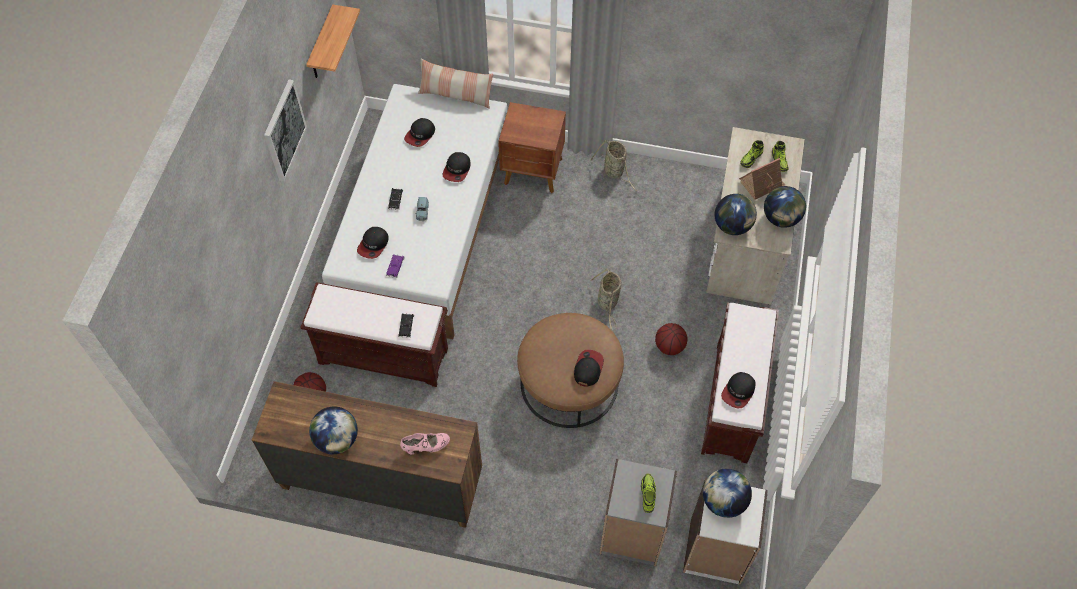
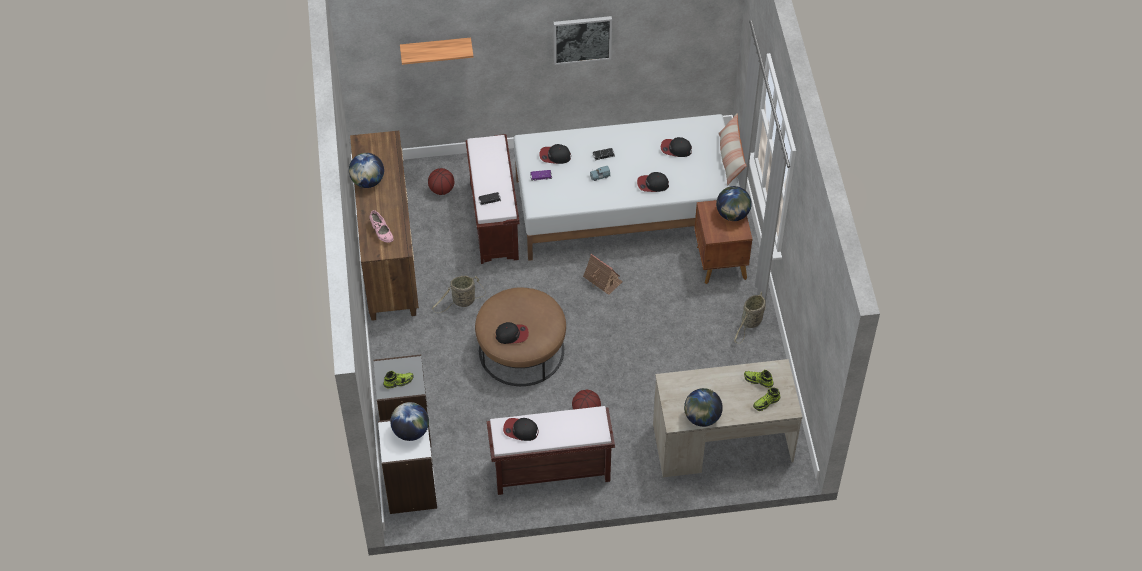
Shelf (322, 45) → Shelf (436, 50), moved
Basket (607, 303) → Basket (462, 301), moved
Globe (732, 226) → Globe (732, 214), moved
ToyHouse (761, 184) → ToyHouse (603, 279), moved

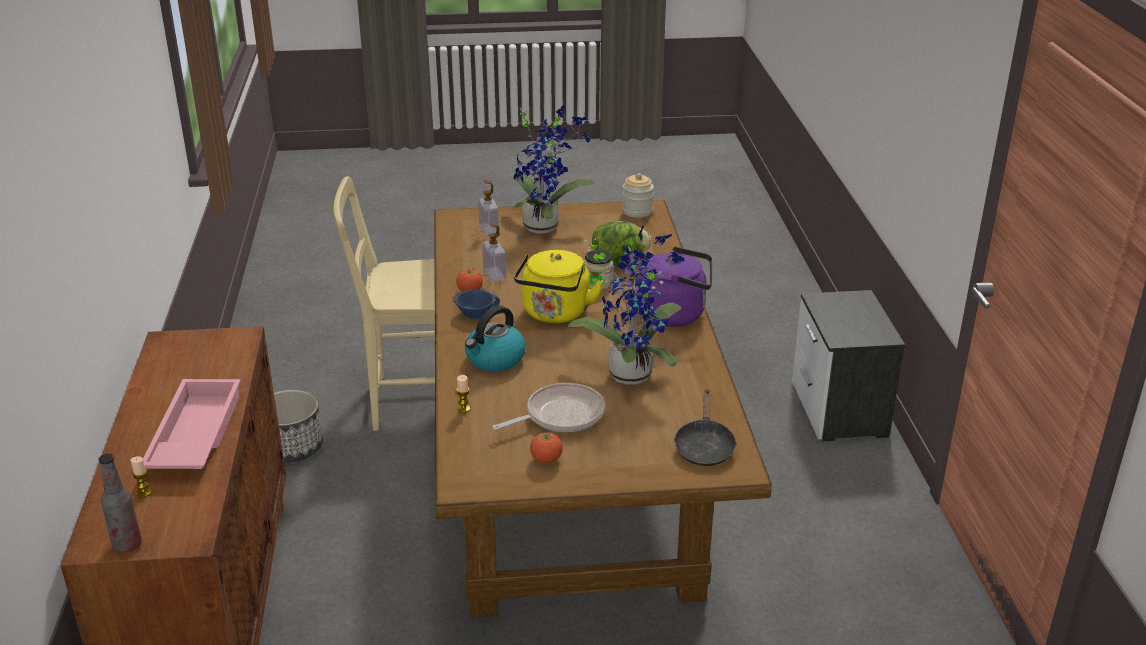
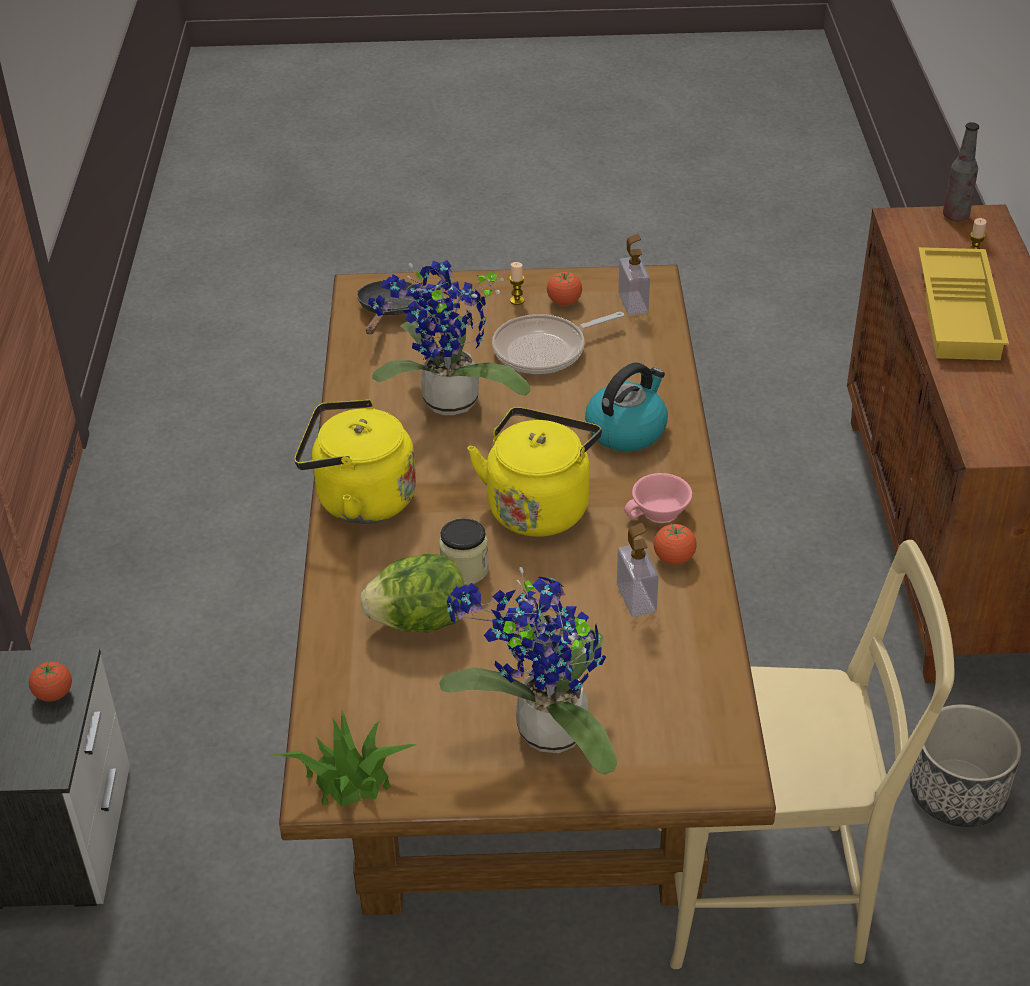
- → Tomato (54, 694)
Candle (463, 409) → Candle (517, 300), moved
SoapDispenser (489, 229) → SoapDispenser (633, 303), moved
Jar (637, 211) → PottedPlant (349, 777)
PinkTray (193, 435) → YellowTray (961, 313)
BlueCup (476, 312) → PinkCup (660, 513)
PurpleKettle (676, 314) → YellowKettle (359, 499)

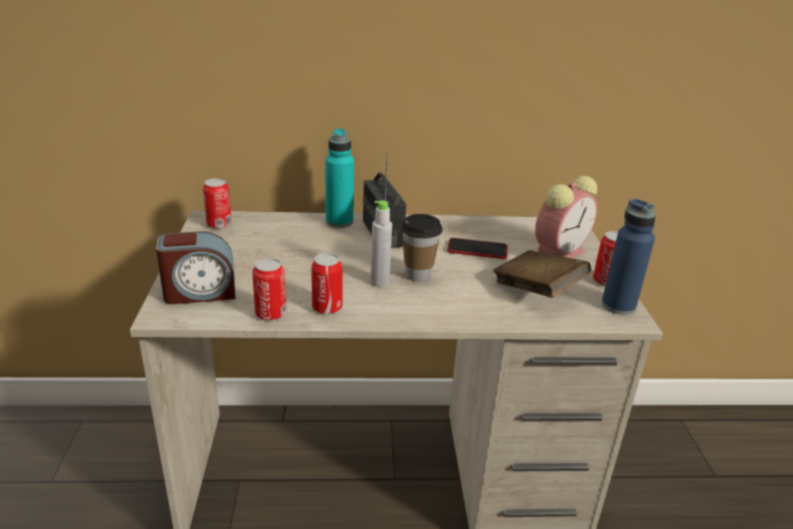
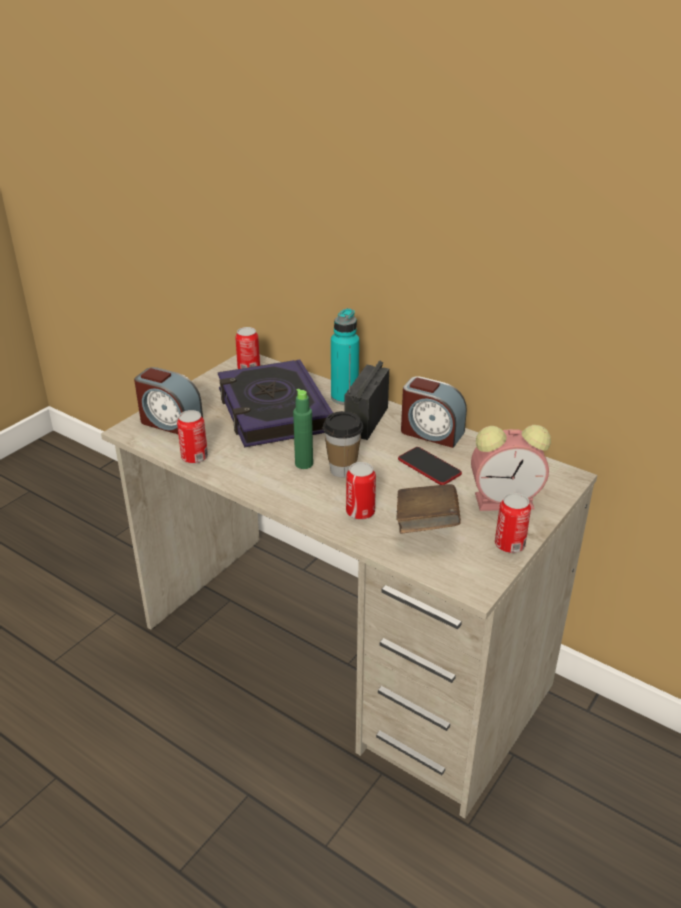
BlueBottle (618, 305) → -
- → Book (273, 411)
- → AlarmClock (431, 432)
Can (327, 308) → Can (360, 512), moved
GreyBottle (380, 282) → GreenBottle (304, 464)

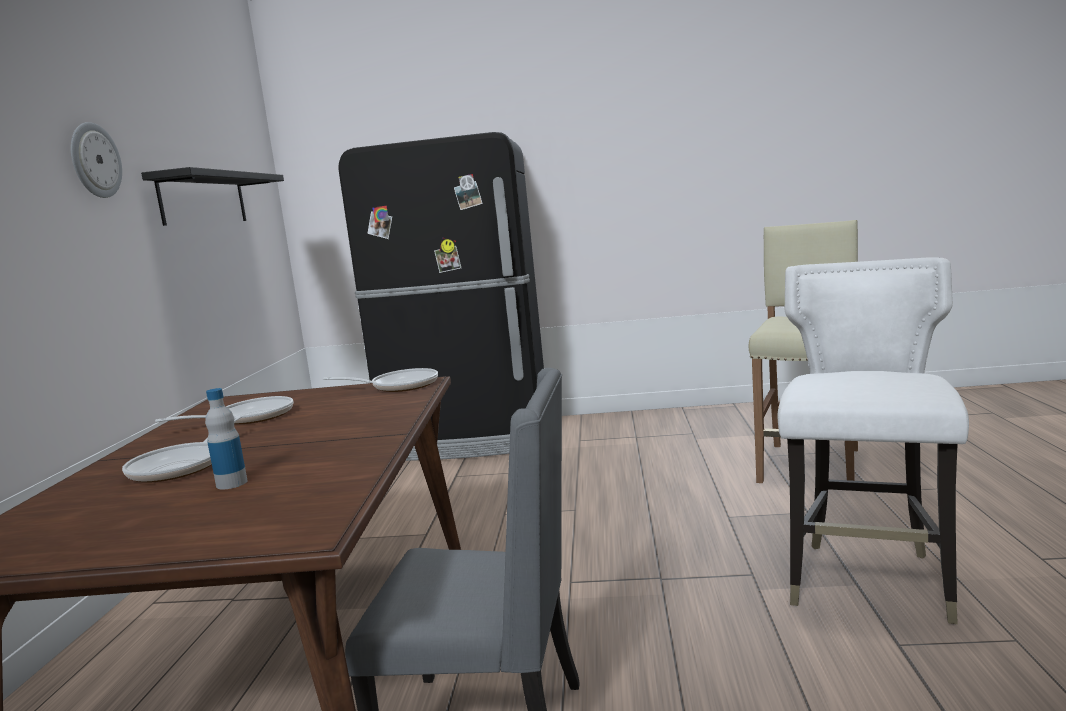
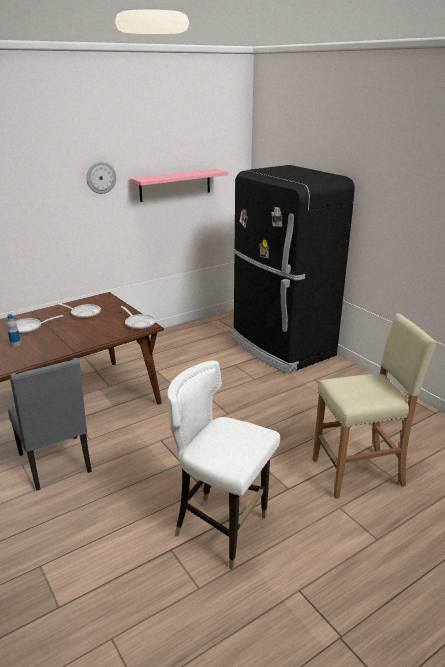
BlackShelf (204, 199) → PinkShelf (175, 185)
WhiteChair (869, 583) → WhiteChair (222, 529), 135 degrees counterclockwise

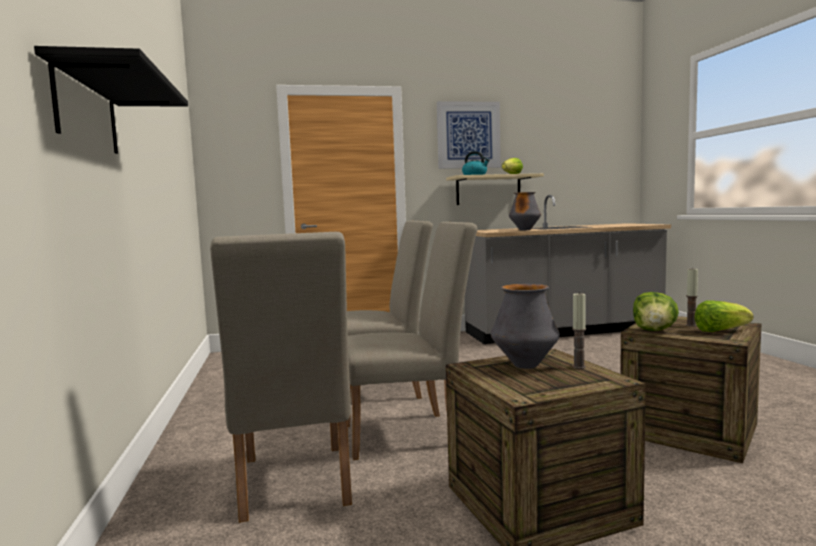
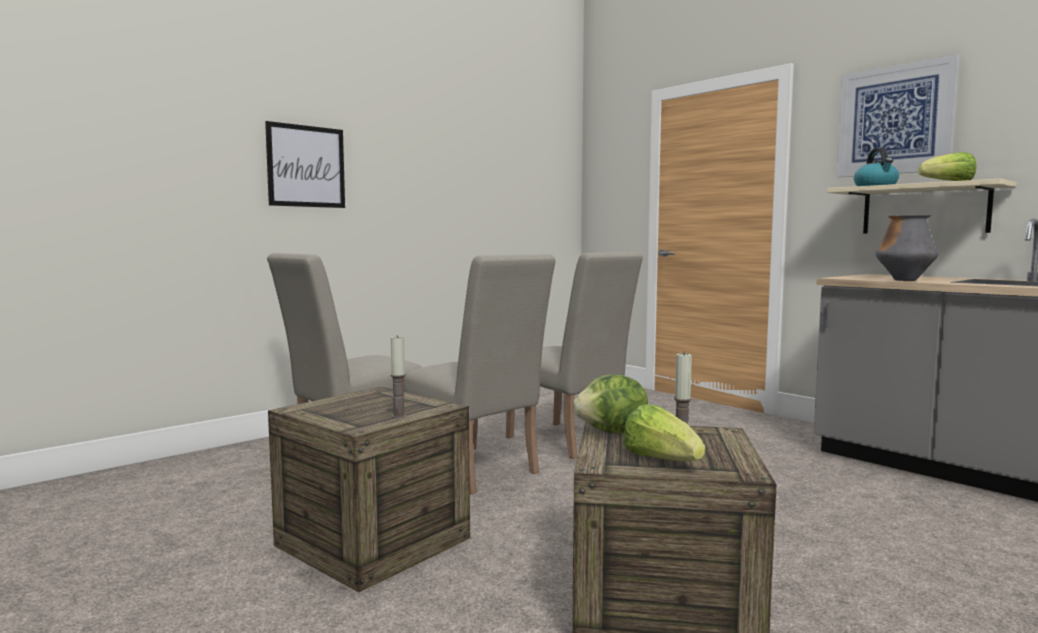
Vase (525, 365) → -
BlackShelf (86, 111) → Picture (306, 166)

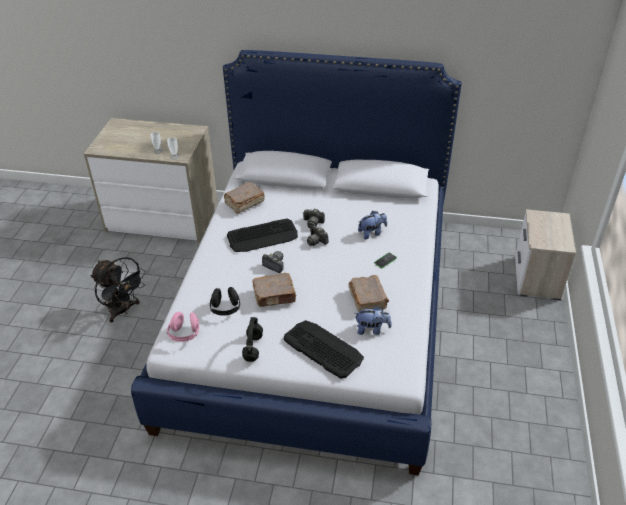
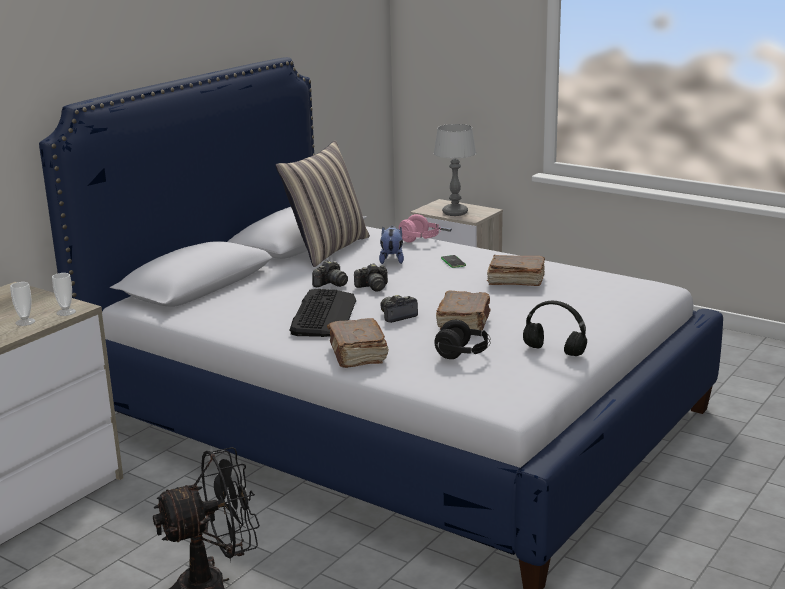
Keyboard (323, 348) → -
PlushToy (372, 329) → -
- → Pillow (327, 249)
- → TableLamp (455, 213)
PinkHeadphones (185, 334) → PinkHeadphones (420, 240), moved
BrownBook (244, 203) → BrownBook (357, 354), moved

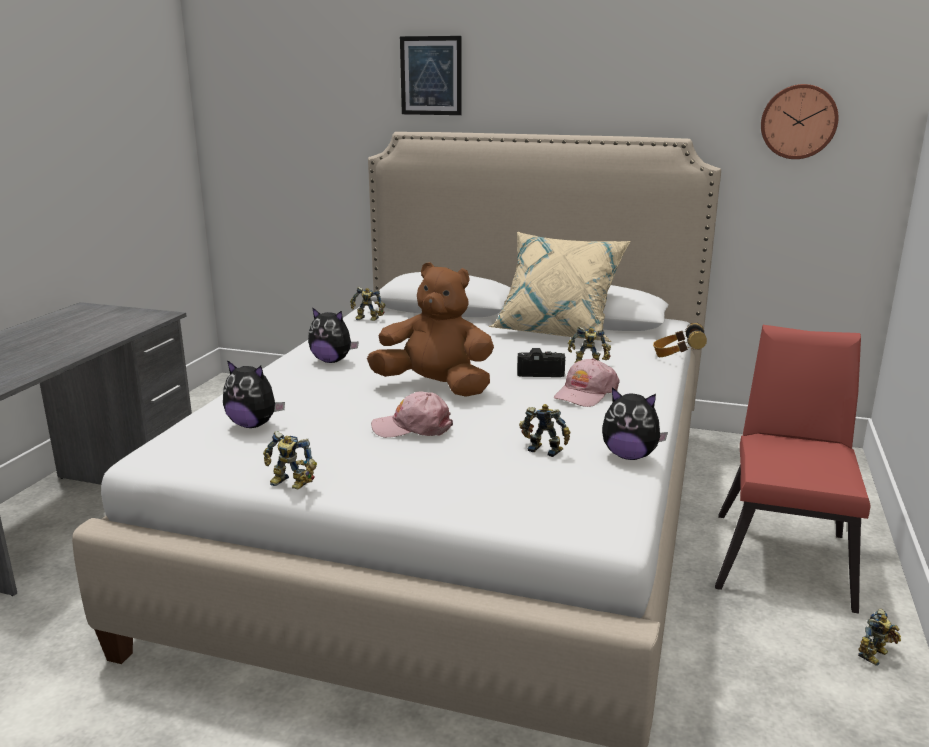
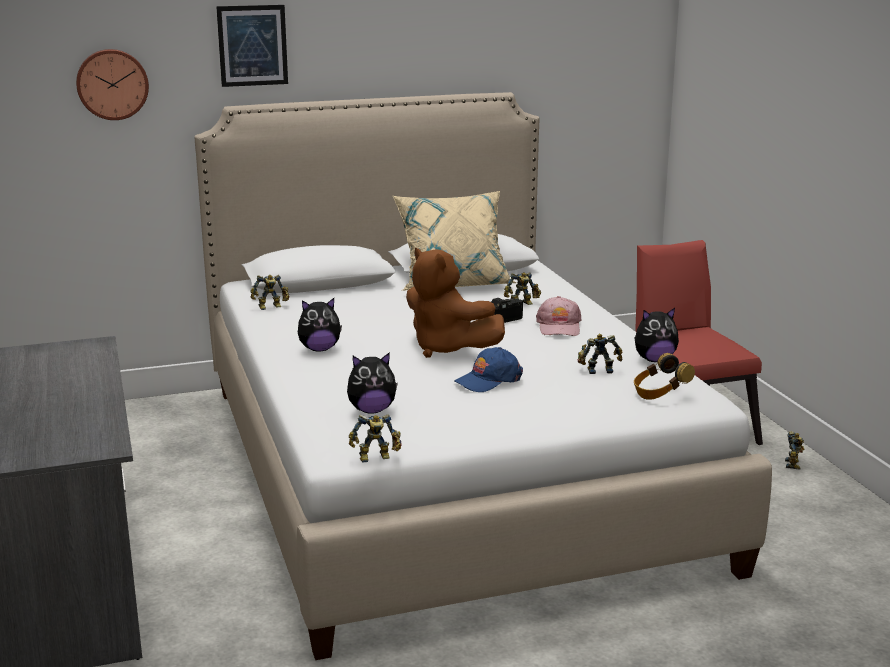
ToyRobot (289, 484) → ToyRobot (376, 458), moved
Headphones (677, 356) → Headphones (659, 394), moved
WallClock (798, 121) → WallClock (112, 84), moved
PinkCap (413, 427) → BlueCap (488, 380)
BrownPlushToy (435, 387) → BrownPlushToy (447, 348), 120 degrees counterclockwise

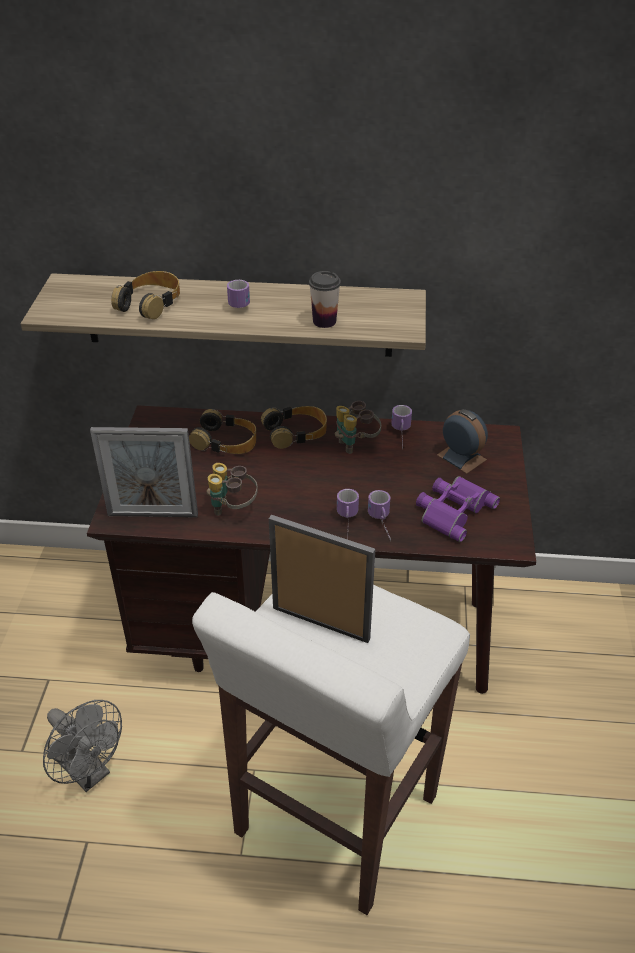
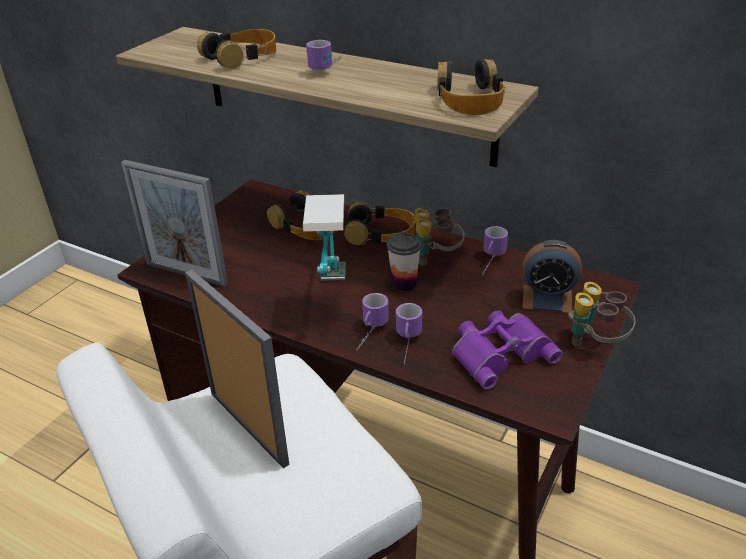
GreyFan (89, 773) → -
- → TableLamp (332, 298)
- → Headphones (469, 99)
Binoculars (232, 509) → Binoculars (595, 343), moved
Cup (324, 321) → Cup (404, 284), moved
AlarmClock (461, 457) → AlarmClock (547, 299), 120 degrees clockwise

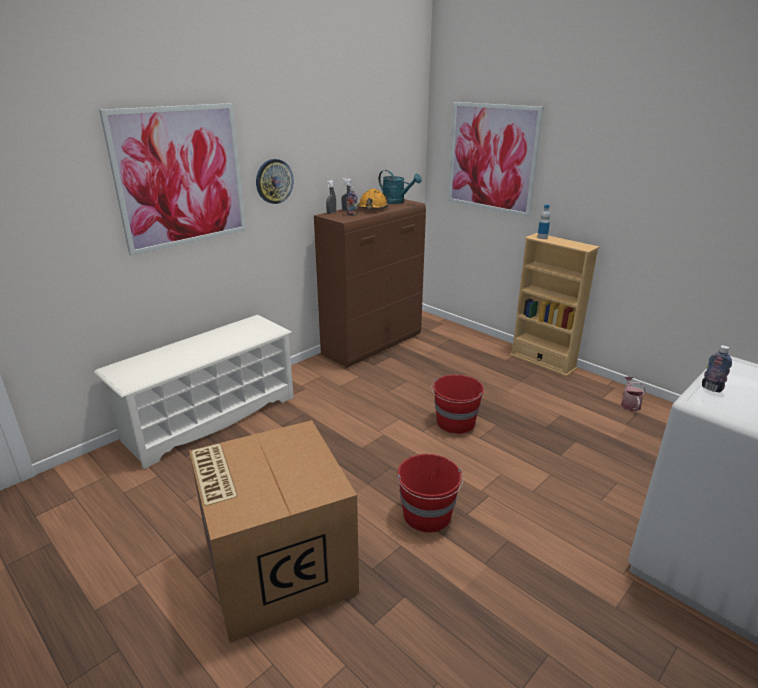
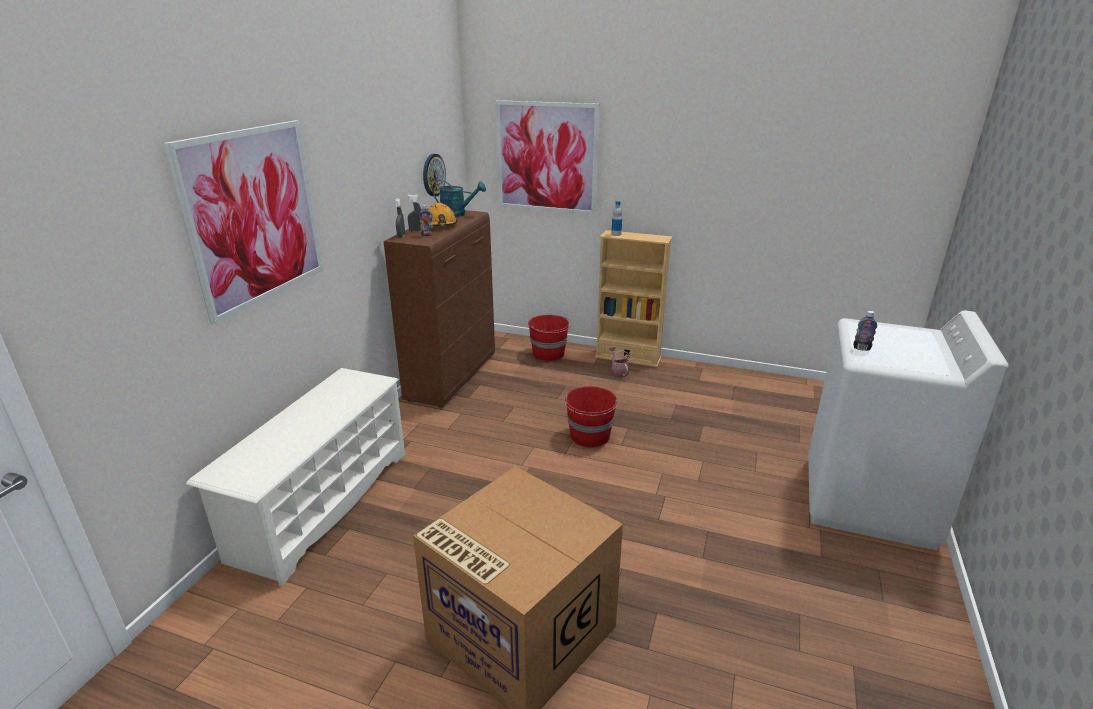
WallClock (274, 181) → WallClock (433, 175), moved
RedBucket (427, 515) → RedBucket (549, 354), moved
WateringCan (629, 404) → WateringCan (618, 372), moved

